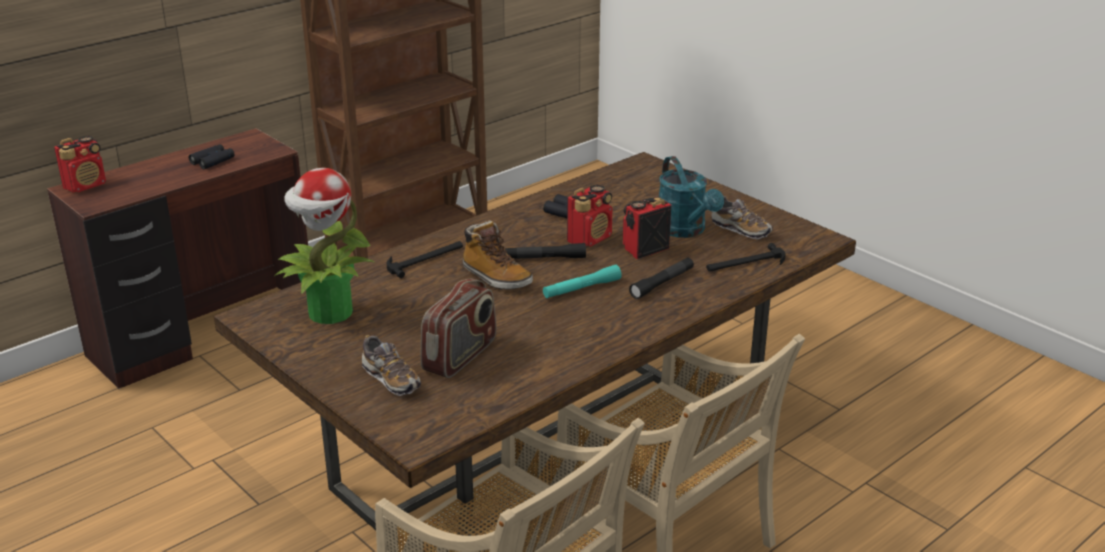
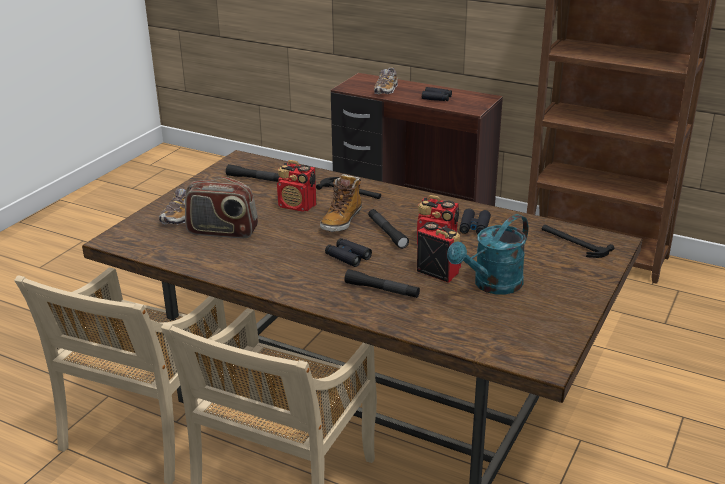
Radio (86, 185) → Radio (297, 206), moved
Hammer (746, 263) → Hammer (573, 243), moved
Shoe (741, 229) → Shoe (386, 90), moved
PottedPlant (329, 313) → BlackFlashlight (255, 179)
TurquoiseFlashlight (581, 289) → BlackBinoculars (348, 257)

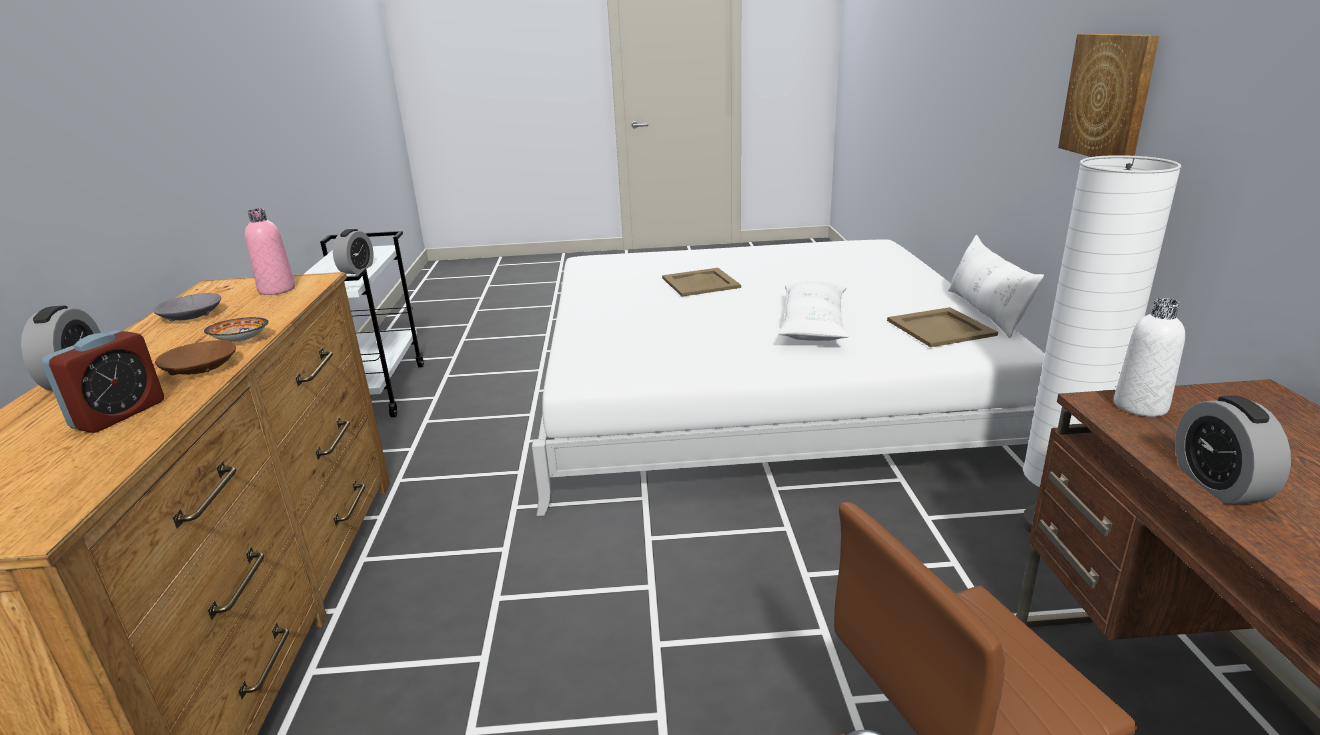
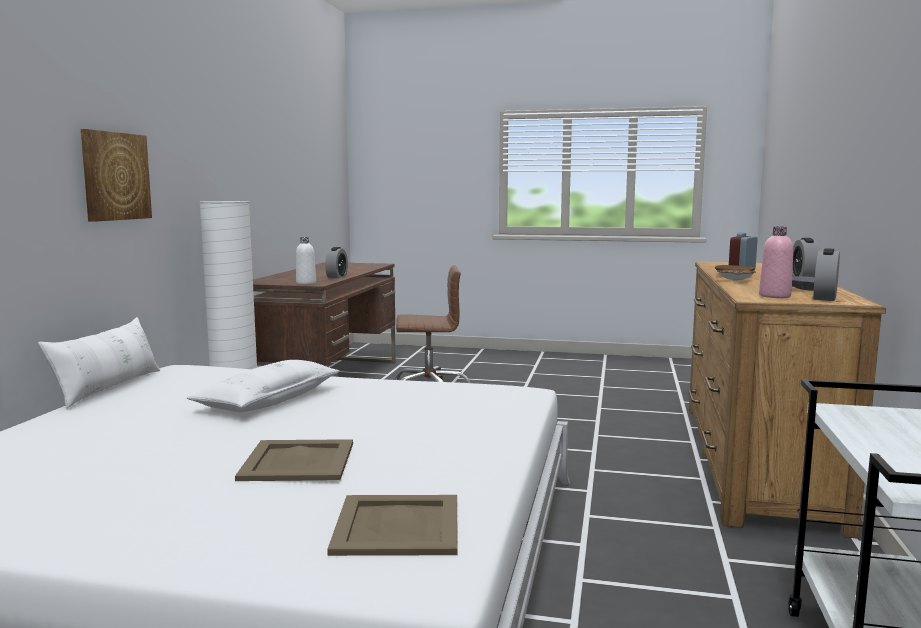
AlarmClock (357, 269) → AlarmClock (824, 298), moved
BeigeTray (939, 327) → BeigeTray (398, 526), moved

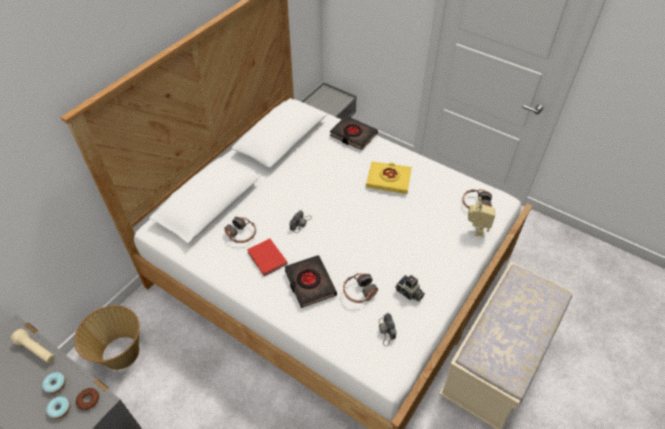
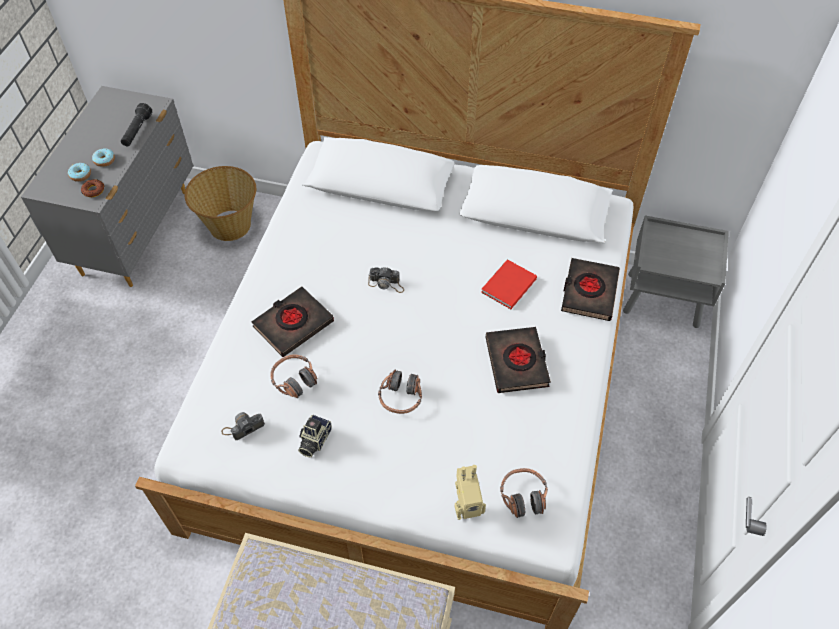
Headphones (241, 234) → Headphones (401, 397), moved
RedBook (267, 259) → RedBook (507, 286), moved
BeigeFlashlight (37, 350) → BlackFlashlight (137, 131)
YellowBook (388, 180) → BlackBook (517, 362)

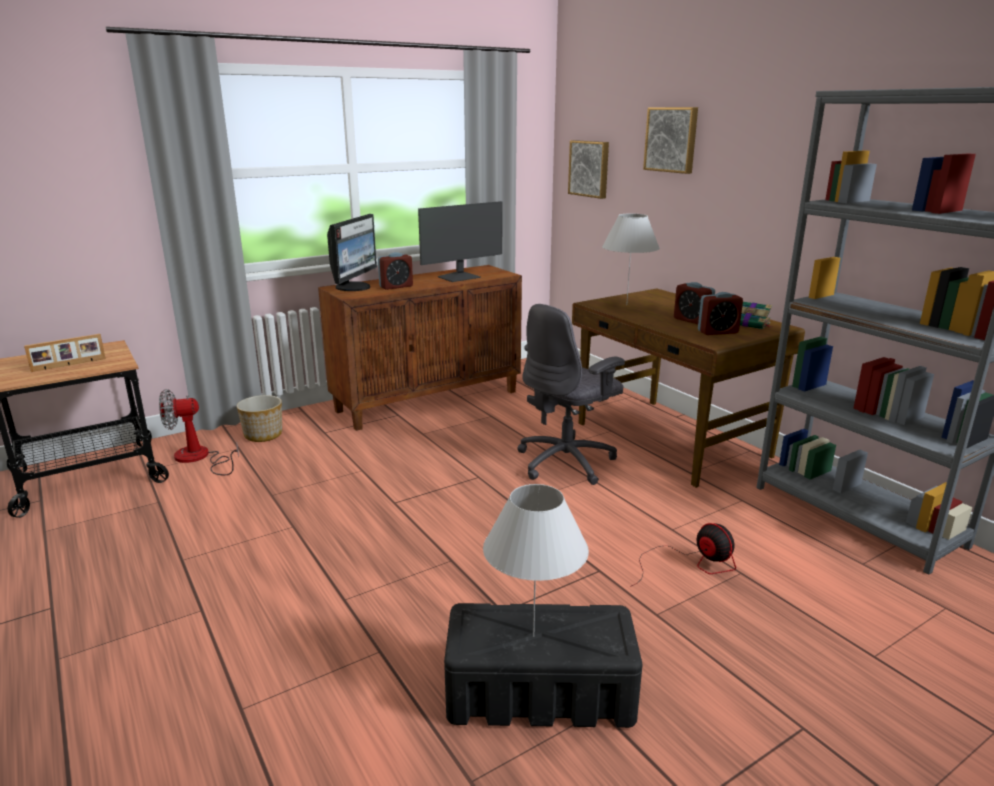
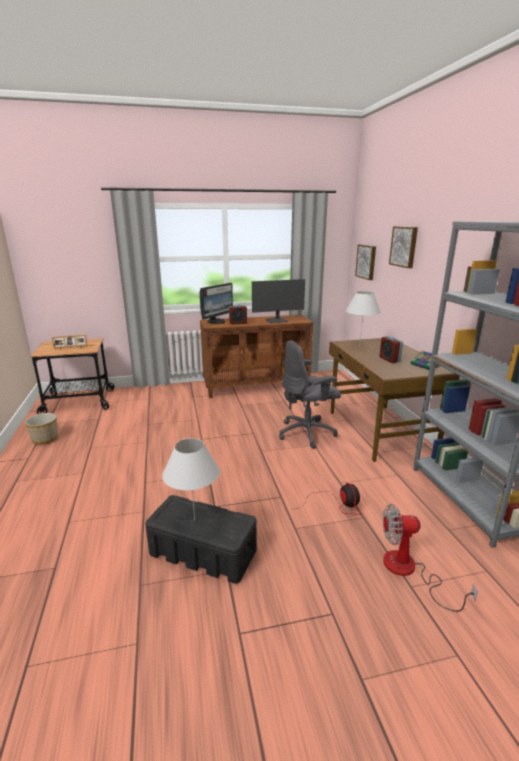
AlarmClock (717, 332) → -
Fan (199, 458) → Fan (409, 571), moved
Planter (263, 435) → Planter (45, 439), moved

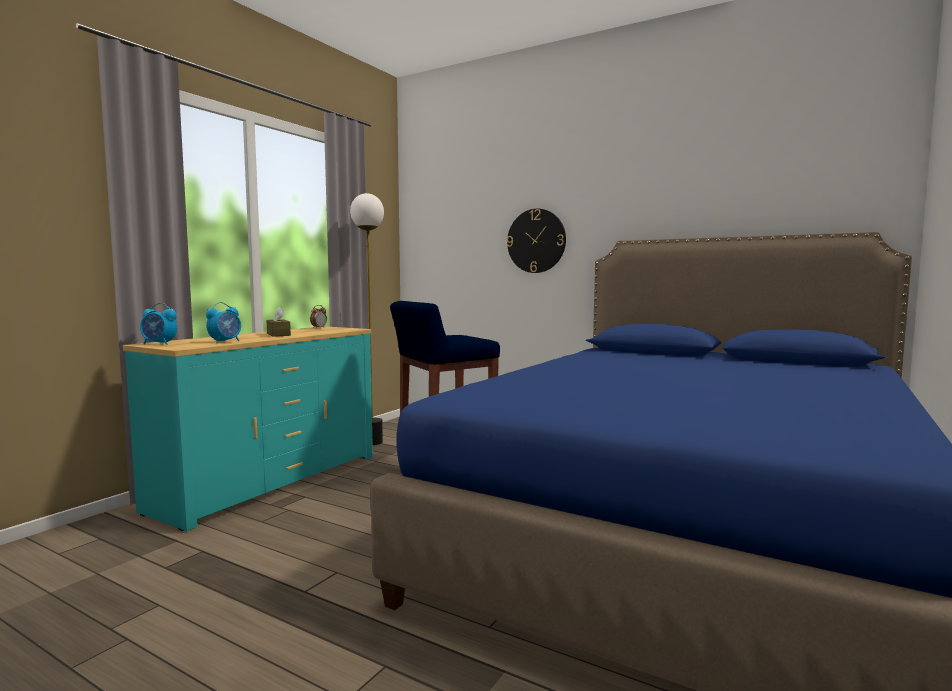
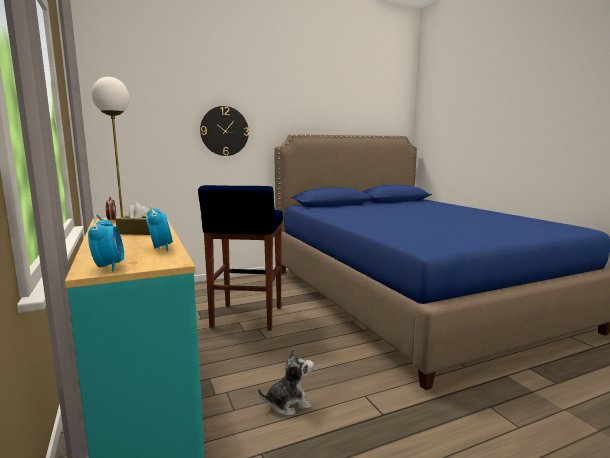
- → PlushToy (288, 404)
AlarmClock (159, 344) → AlarmClock (109, 267), 60 degrees counterclockwise

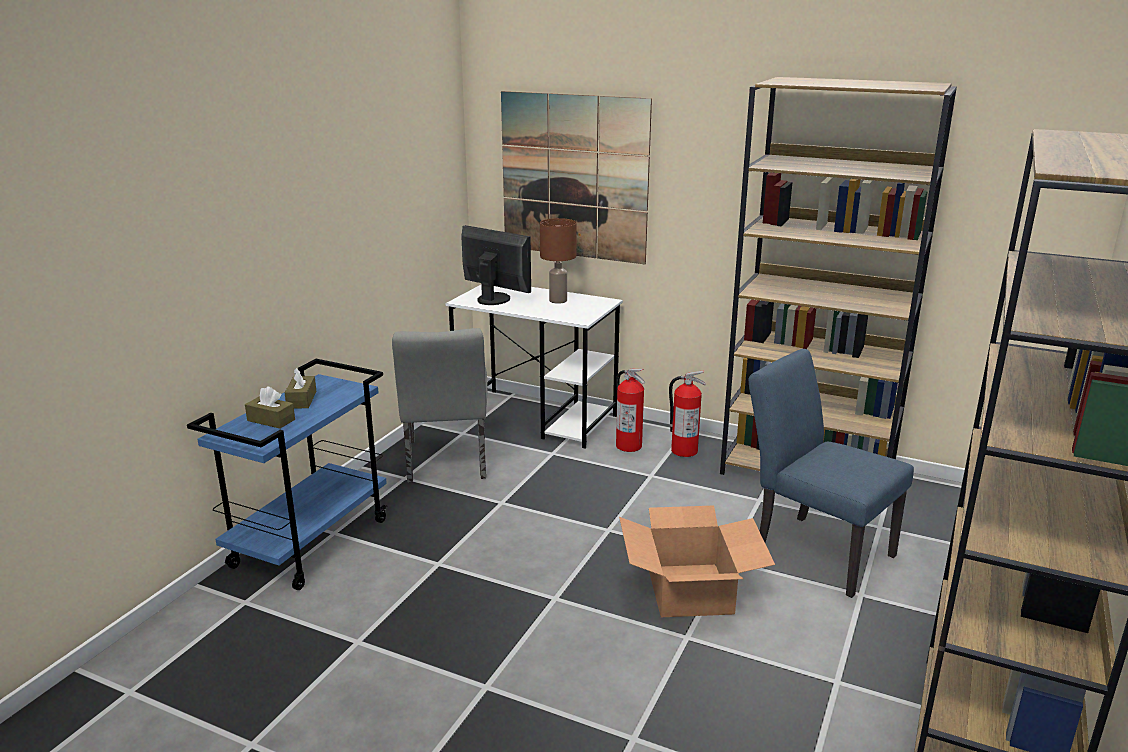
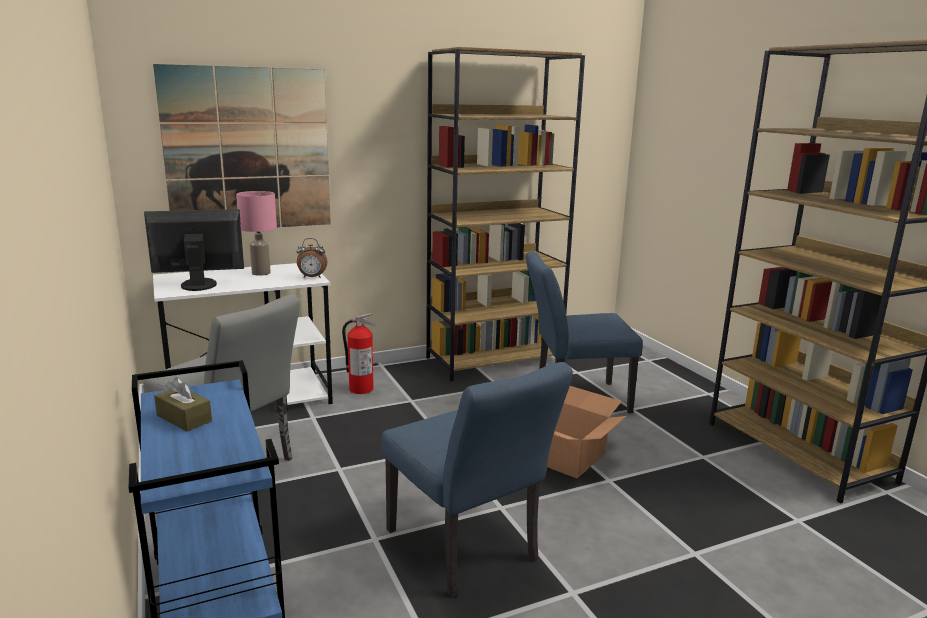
BrownTissueBox (271, 420) → -
FireExtinguisher (683, 451) → -
- → AlarmClock (312, 277)
- → BlueChair (468, 550)
BrownTableLamp (558, 300) → PinkTableLamp (260, 273)

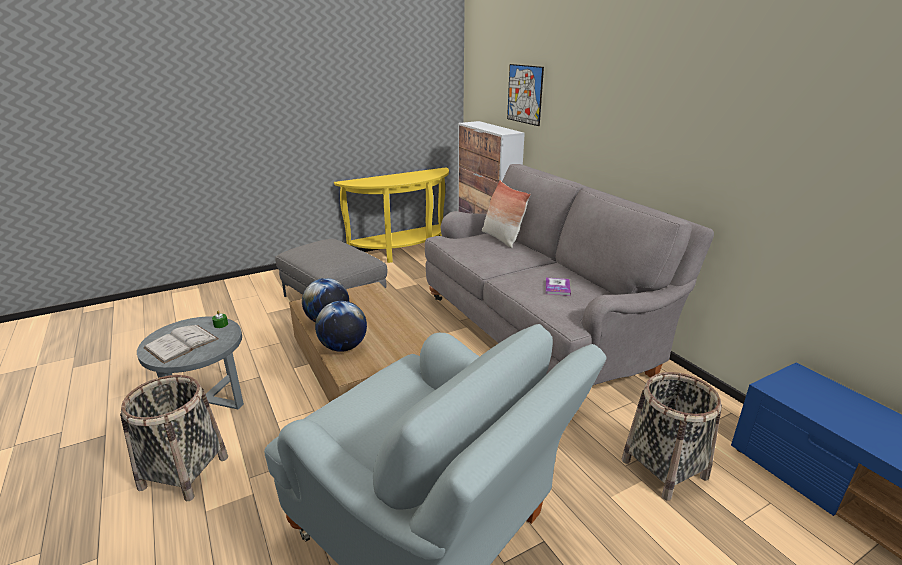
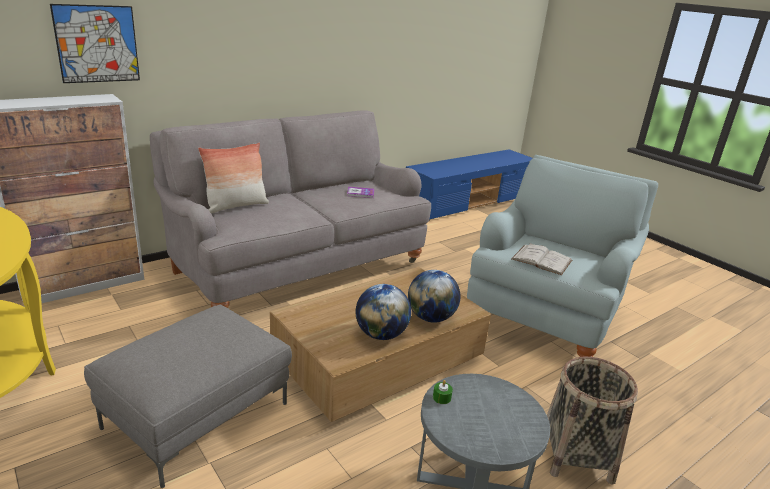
Basket (664, 469) → -
WhiteBook (181, 343) → WhiteBook (541, 260), moved

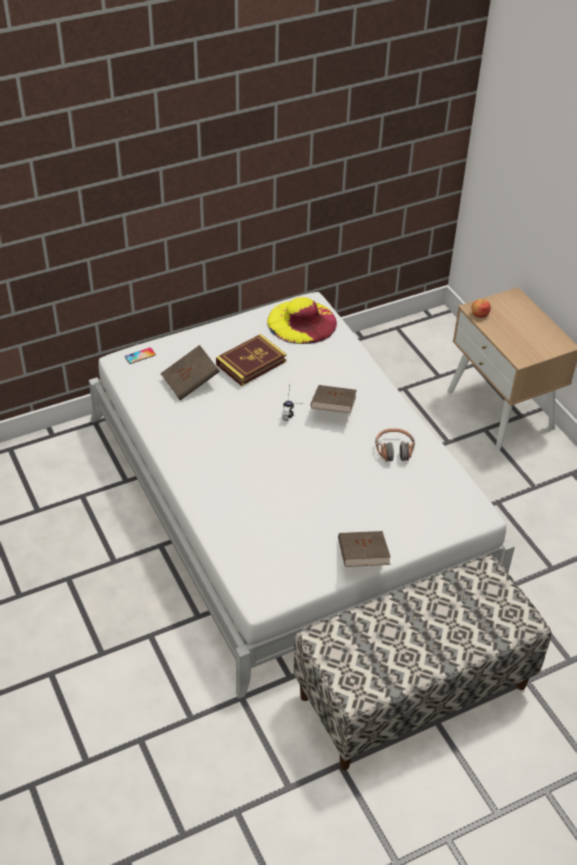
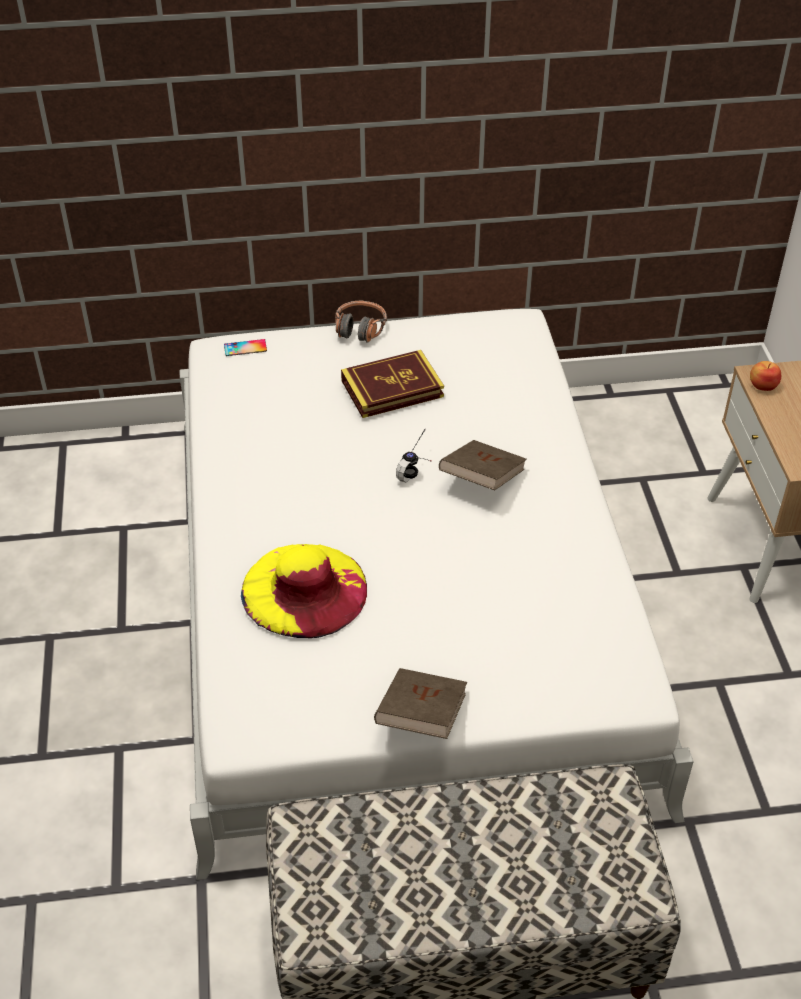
BrownBook (190, 383) → -
YellowHat (301, 321) → YellowHat (304, 589), moved
Headphones (394, 450) → Headphones (360, 328), moved

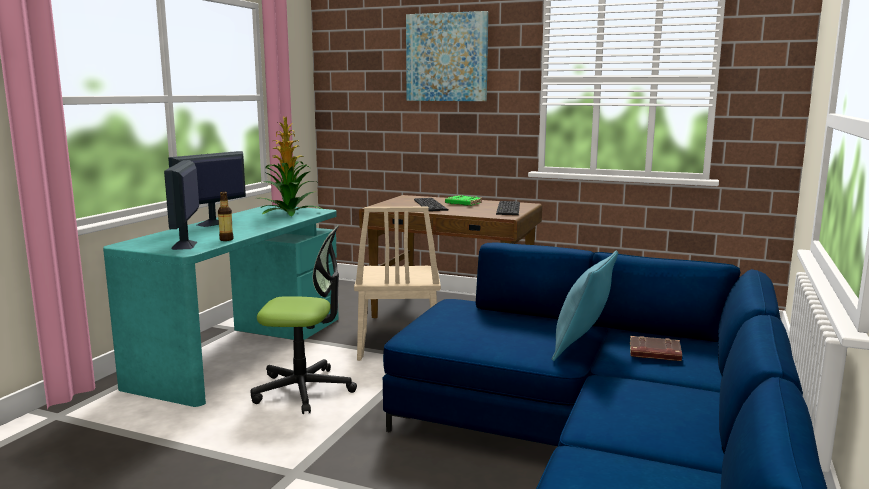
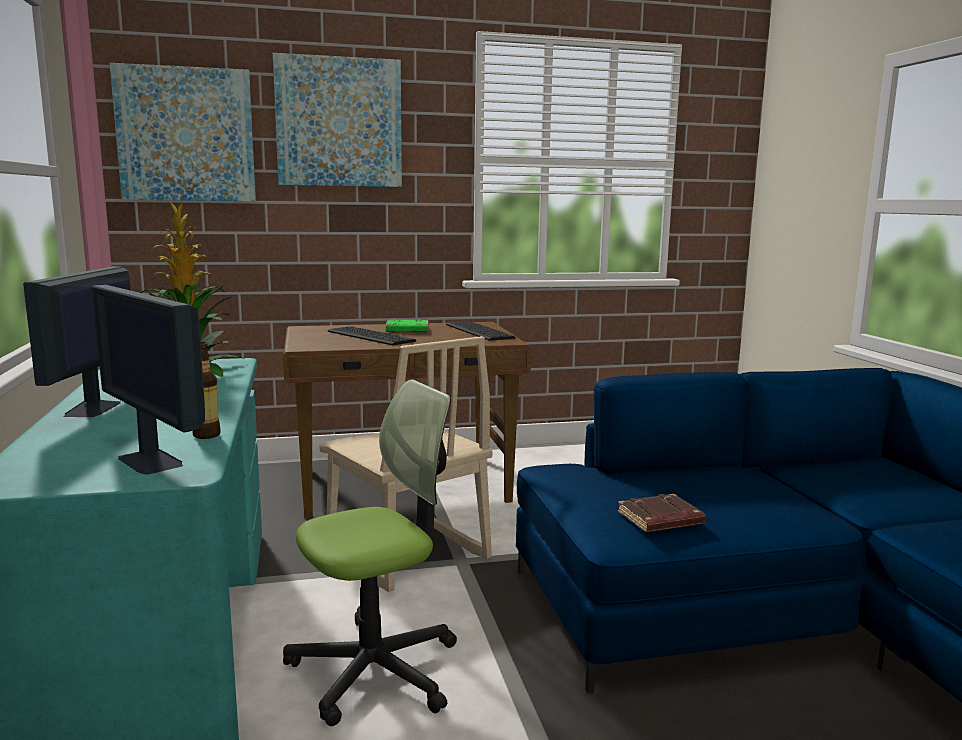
TurquoisePillow (581, 347) → -
- → Picture (186, 135)
BrownBook (654, 353) → BrownBook (660, 520), moved

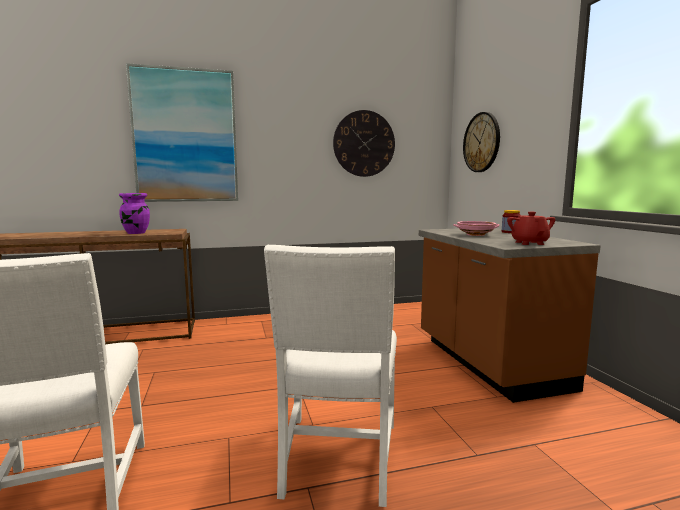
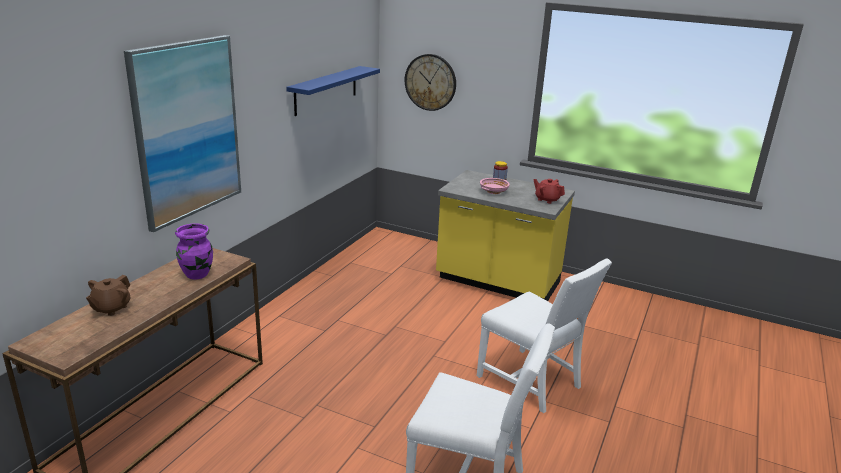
- → BrownTeapot (111, 308)
WallClock (364, 143) → BlueShelf (326, 90)
BrownCounter (488, 363) → YellowCounter (497, 282)

